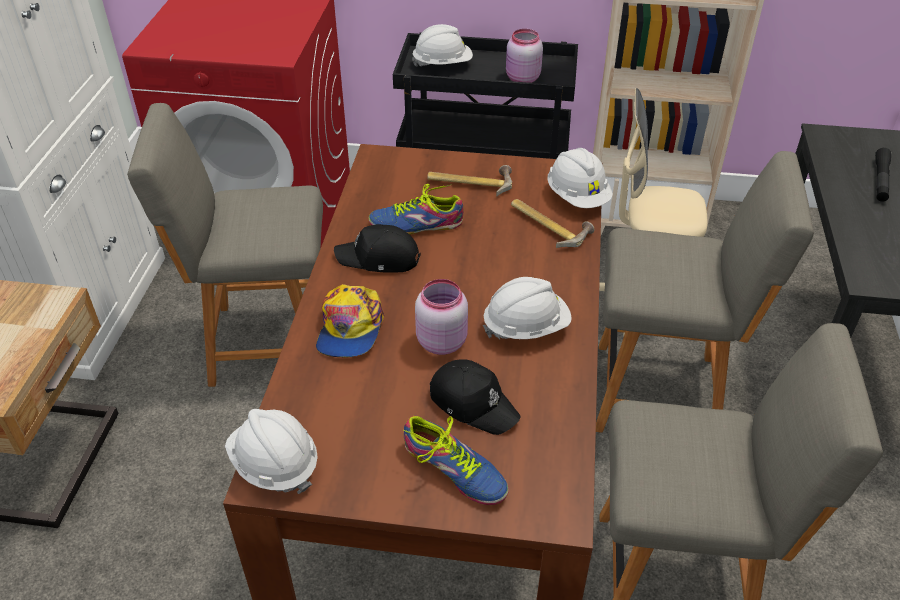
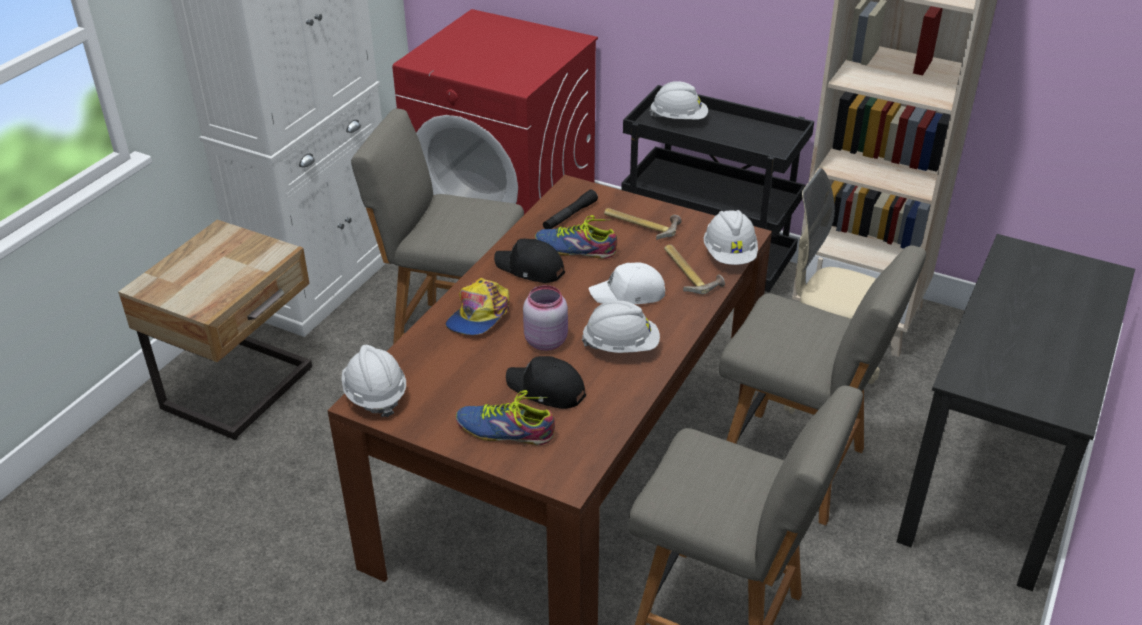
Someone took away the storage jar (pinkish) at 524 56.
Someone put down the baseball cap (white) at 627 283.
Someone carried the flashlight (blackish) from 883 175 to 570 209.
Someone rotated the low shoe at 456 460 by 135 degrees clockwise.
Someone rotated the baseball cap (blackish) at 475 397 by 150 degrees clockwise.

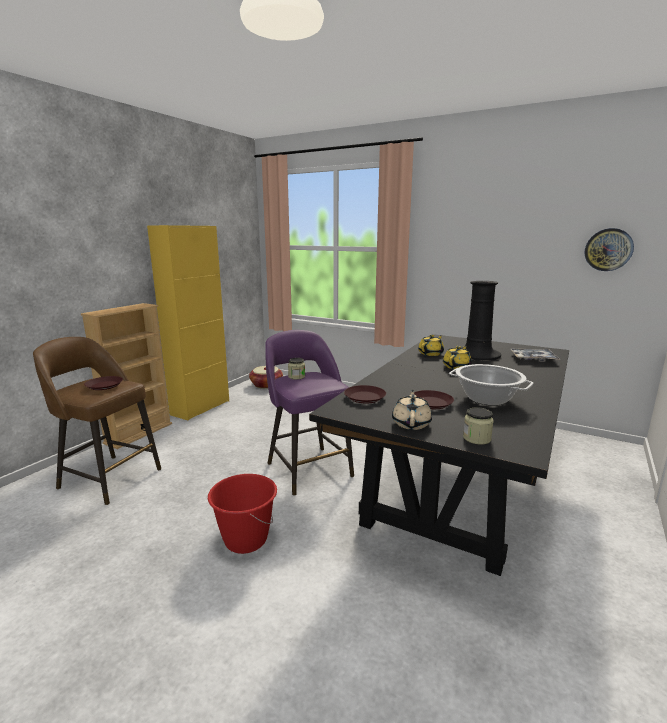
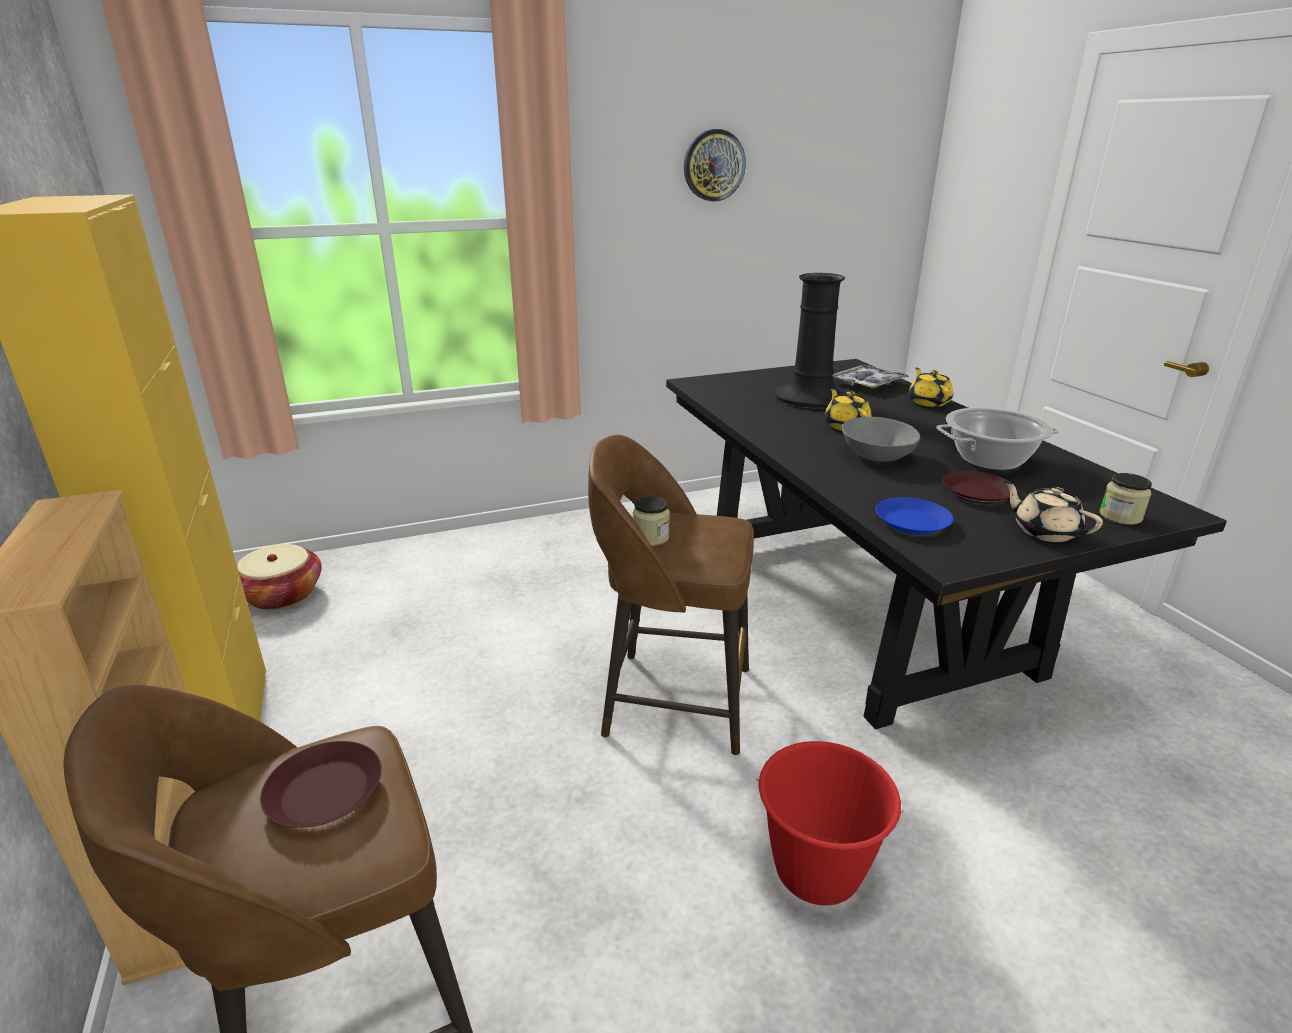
Someone put down the bowl (gray) at 881 439.
Someone carried the pot for tea (yellow) from 431 345 to 930 387.
Someone carried the wall clock from 609 249 to 715 165.
Someone repainted the sitting stool (purple) at 309 413, which became the sitting stool (brownish) at 671 595.
Someone repainted the dinner plate (brownish) at 365 394, which became the dinner plate (bluish) at 914 516.

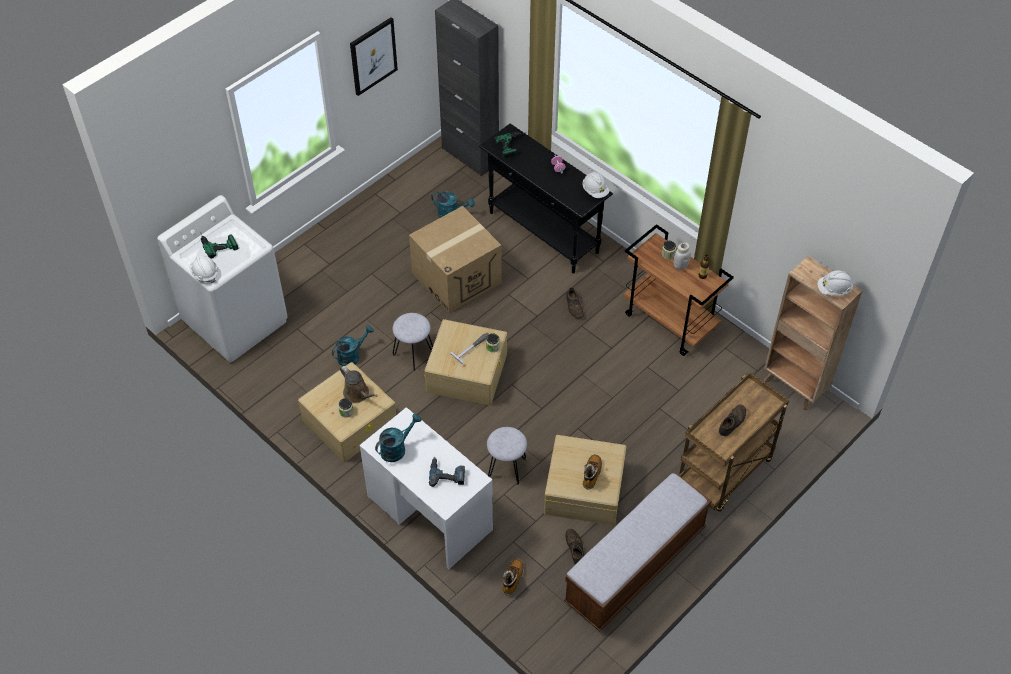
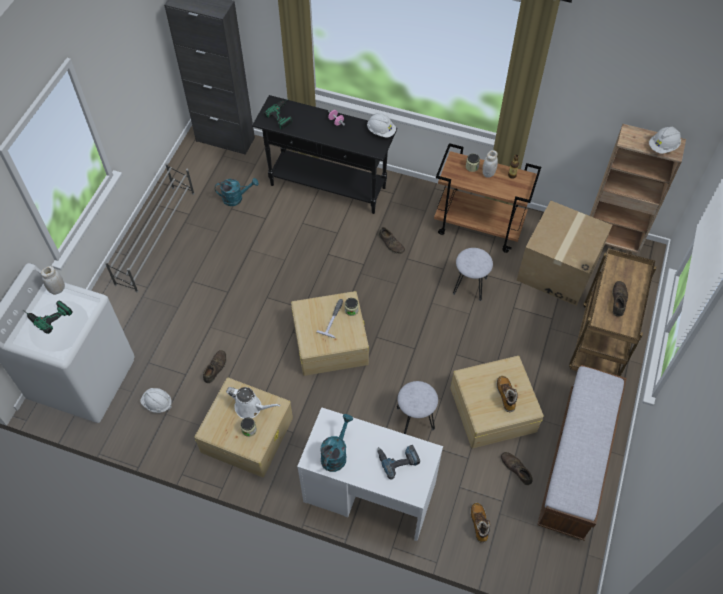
Someone took away the wall picture at 374 56.
Someone put down the storage jar (white) at 53 280.
Someone put down the shoe rack (gray) at 150 228.
Someone carried the safety helmet (white) from 203 269 to 156 400.
Someone carried the sitting stool (gray) from 413 342 to 473 274.
Someone carried the packing box from 455 259 to 564 253.
Someone swapped the sprinkling can (blue-green) at 353 345 for the low shoe (brownish) at 215 366.
Someone repainted the sprinkling can (brownish) at 359 384, which became the sprinkling can (white) at 253 403.

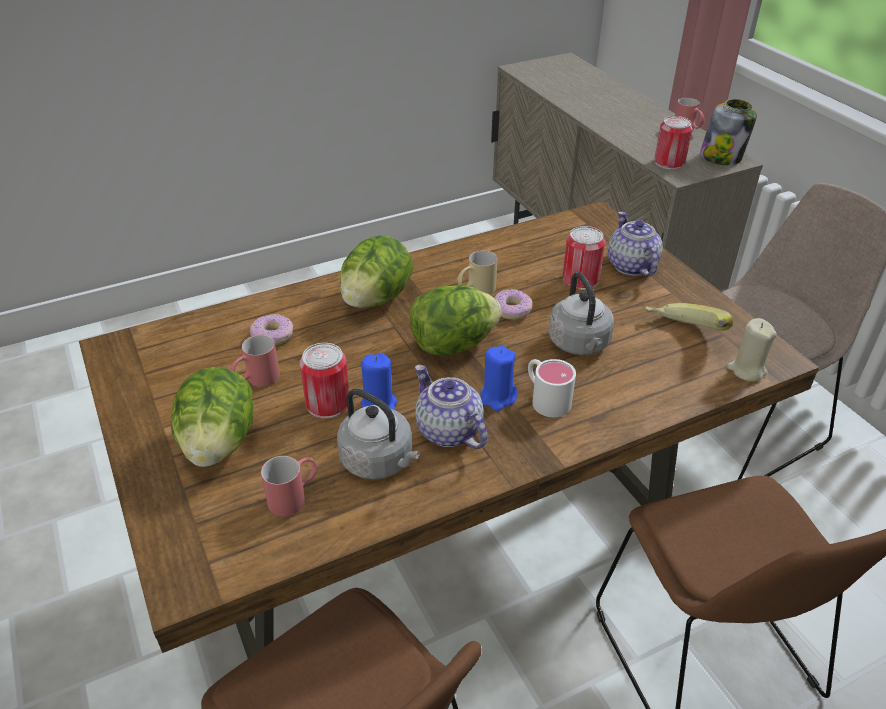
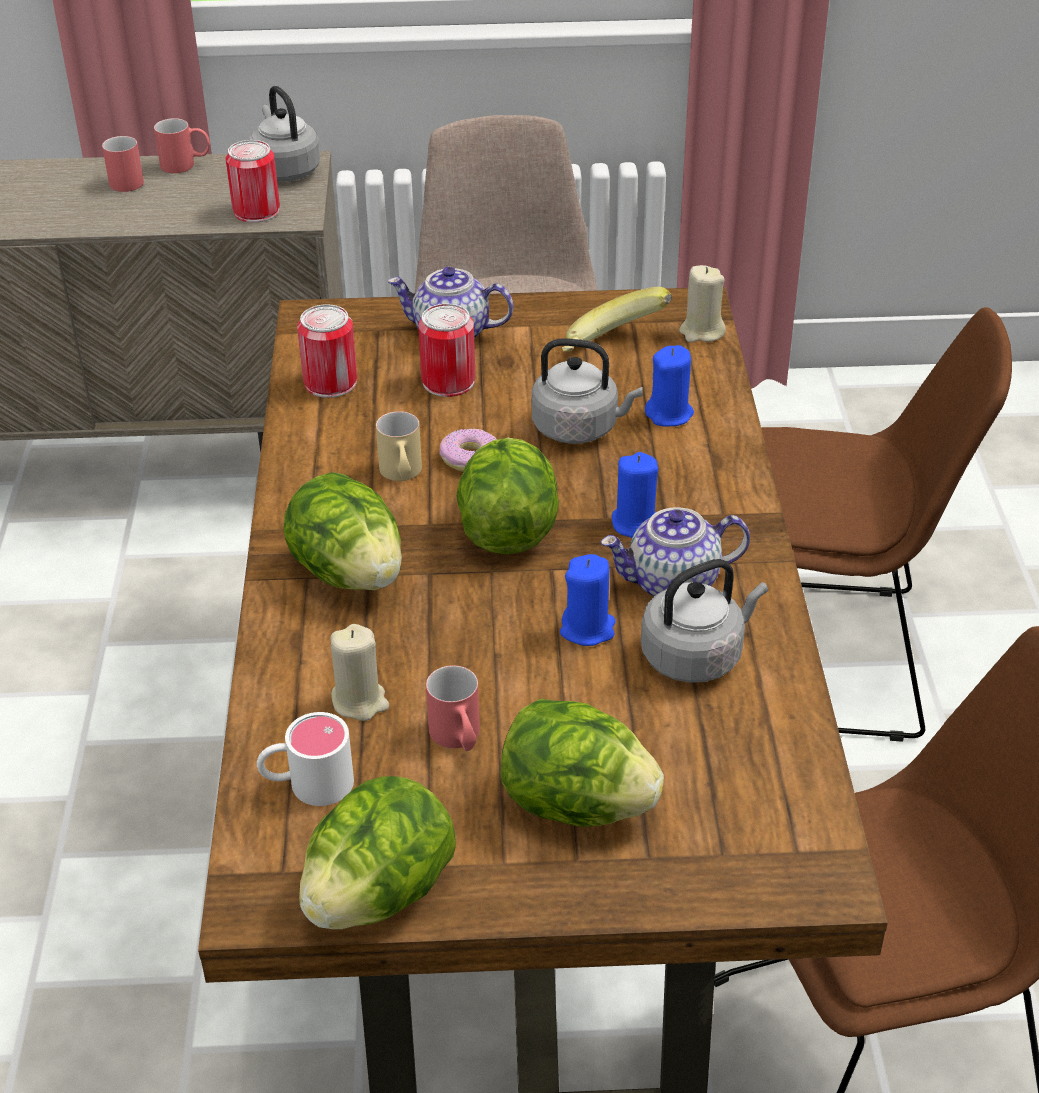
Someone put down the lettuce at 377 852.
Someone put down the wax light (bluish) at 669 385.
Someone carried the coffee mug (red-coloured) from 289 486 to 123 164.
Someone carried the sealed can from 324 381 to 327 351.
Someone carried the coffee mug (white) from 552 388 to 305 759.
Someone swapped the donut at 272 329 for the wax light (beige) at 359 672.
Someone swapped the storage jar at 728 132 for the tea kettle (gray) at 284 134.

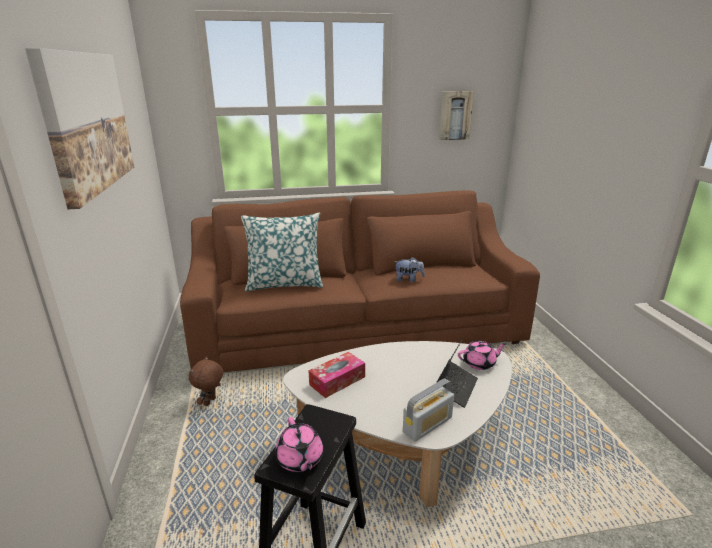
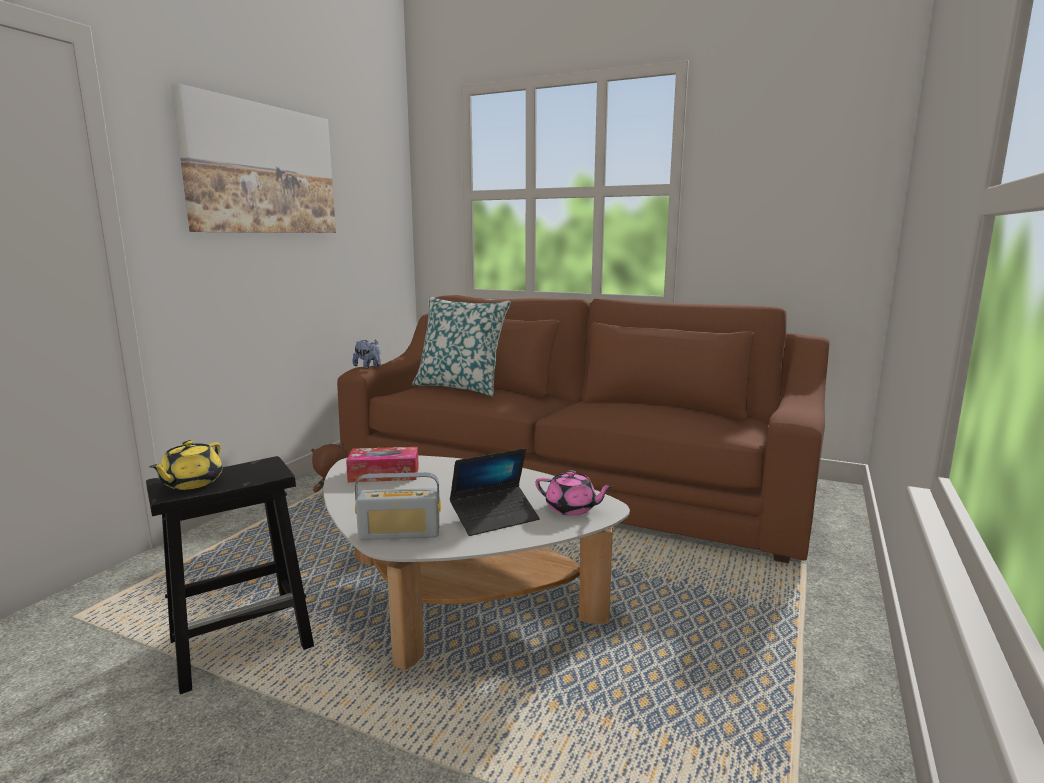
Someone took away the wall picture at 456 115.
Someone carried the cuddly toy from 409 269 to 366 354.
Someone repainted the pot for tea (pinkish) at 299 444, which became the pot for tea (yellow) at 186 465.

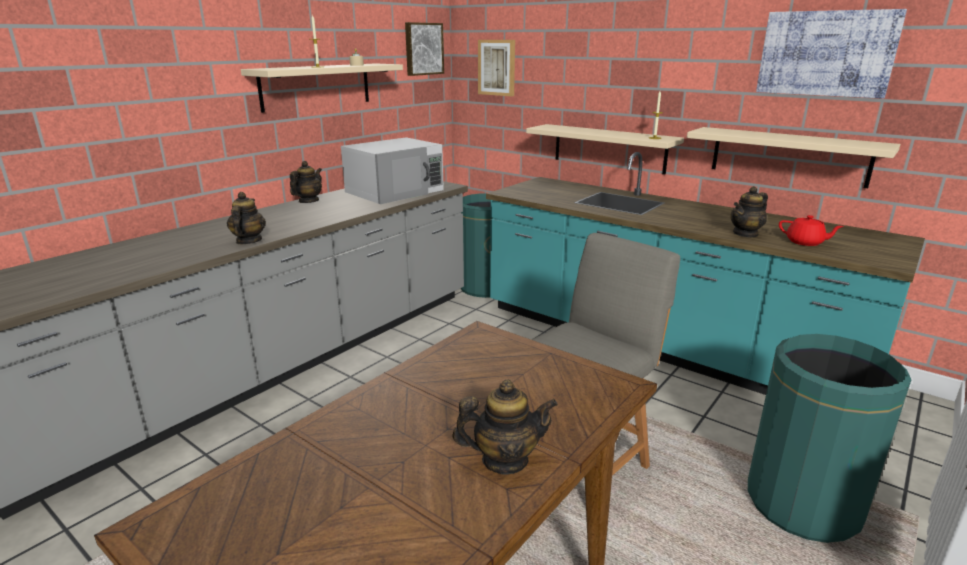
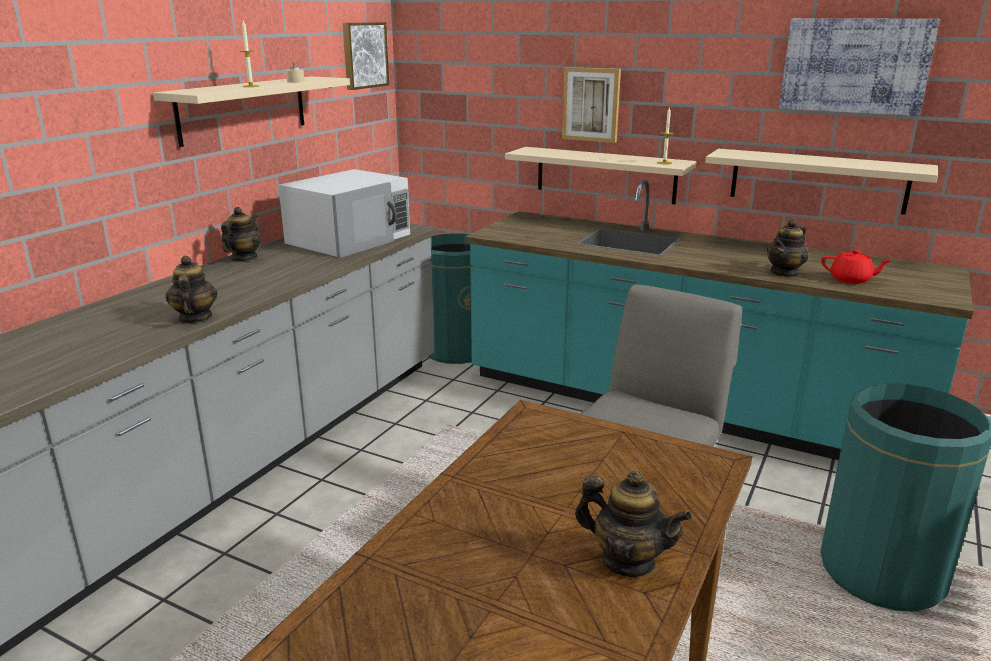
Someone carried the wall picture from 496 68 to 591 105.
Someone rotated the pot for tea at 505 427 by 45 degrees clockwise.

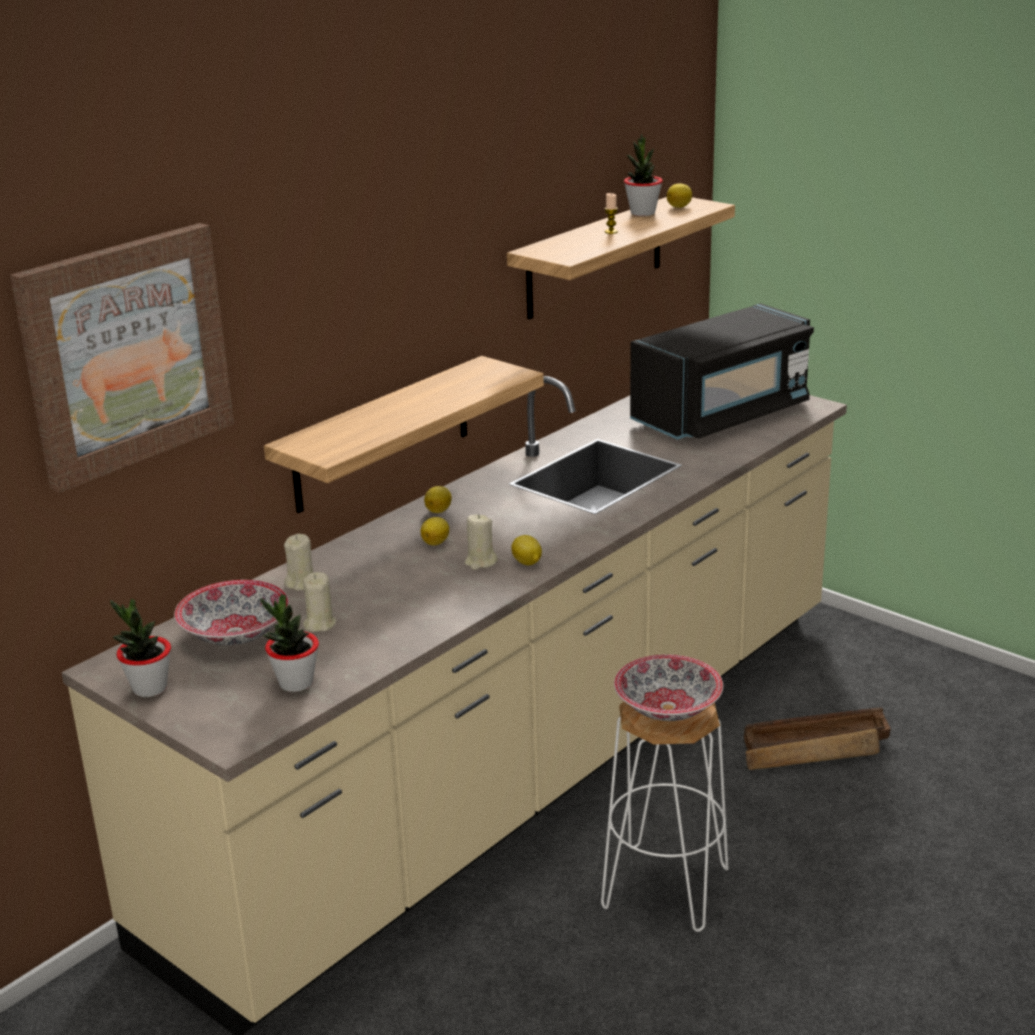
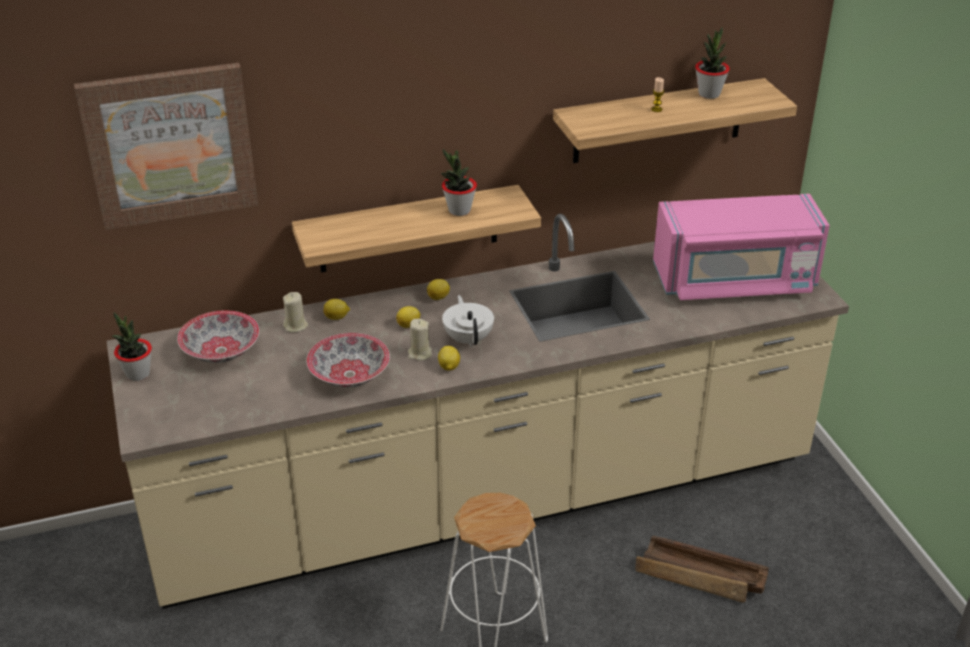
Someone took away the wax light (beige) at 319 602.
Someone put down the pot for tea (white) at 468 321.
Someone carried the potted plant from 289 643 to 459 182.
Someone carried the bowl from 668 688 to 348 360.
Someone carried the lemon from 679 195 to 336 309.
Someone repainted the microwave (blackish) at 722 371, which became the microwave (pinkish) at 741 247.

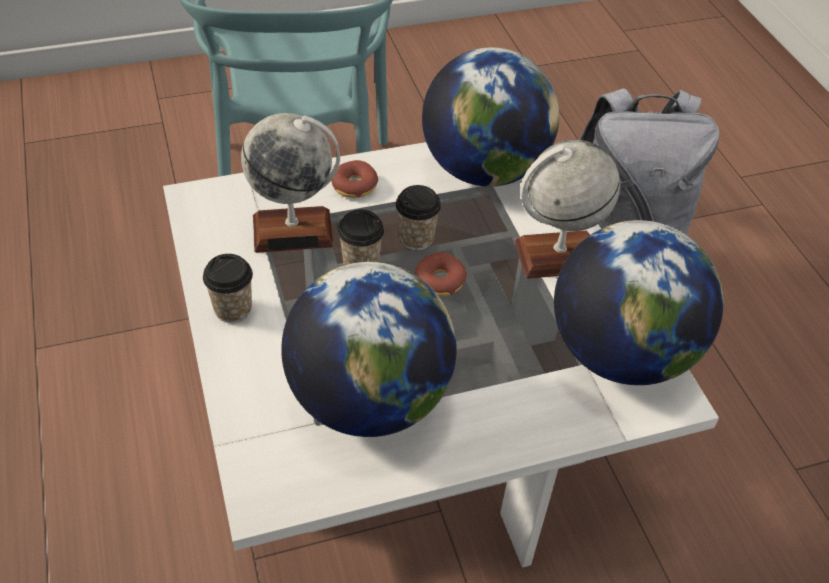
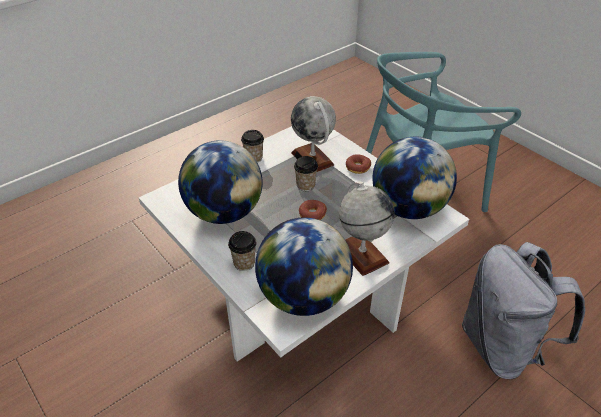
Someone carried the drinking cup from 418 217 to 242 251.

